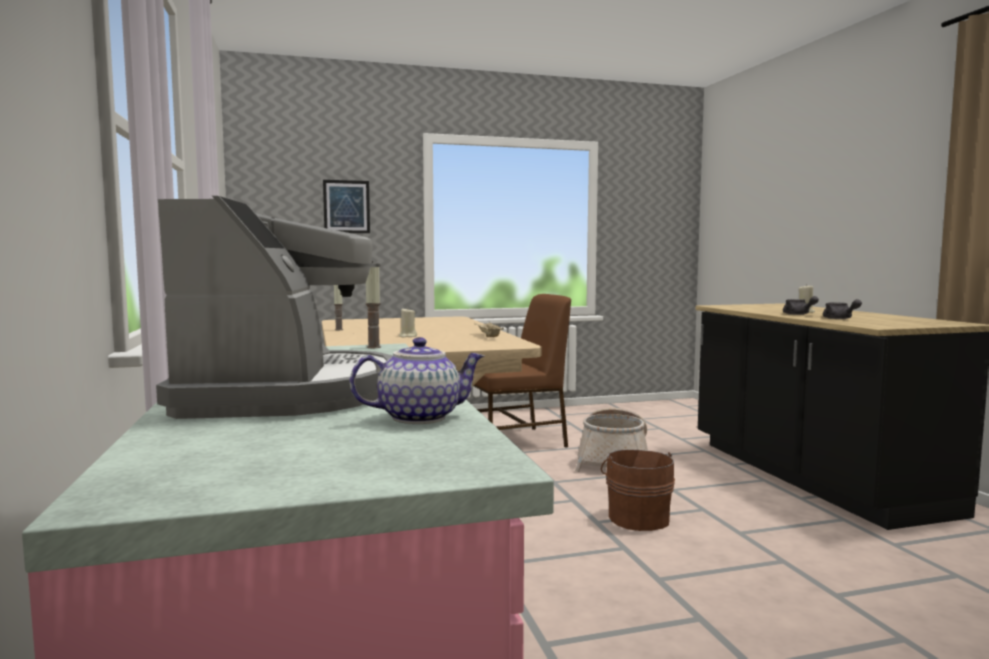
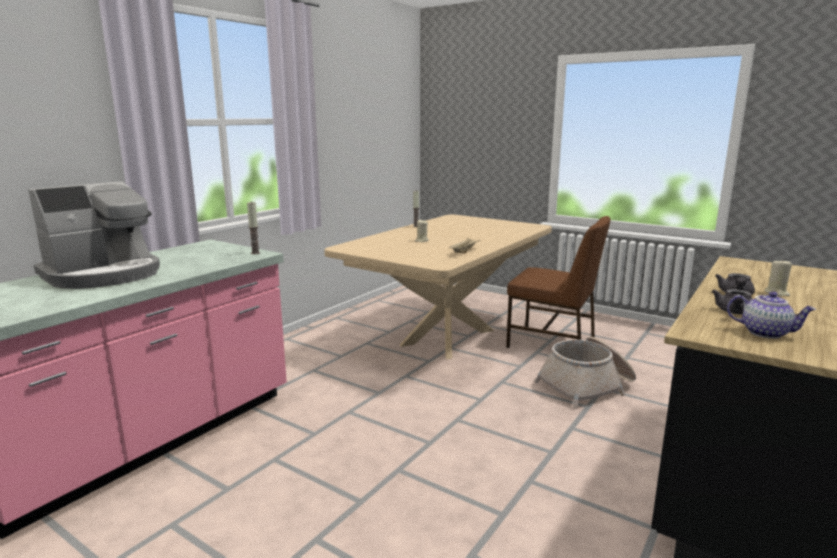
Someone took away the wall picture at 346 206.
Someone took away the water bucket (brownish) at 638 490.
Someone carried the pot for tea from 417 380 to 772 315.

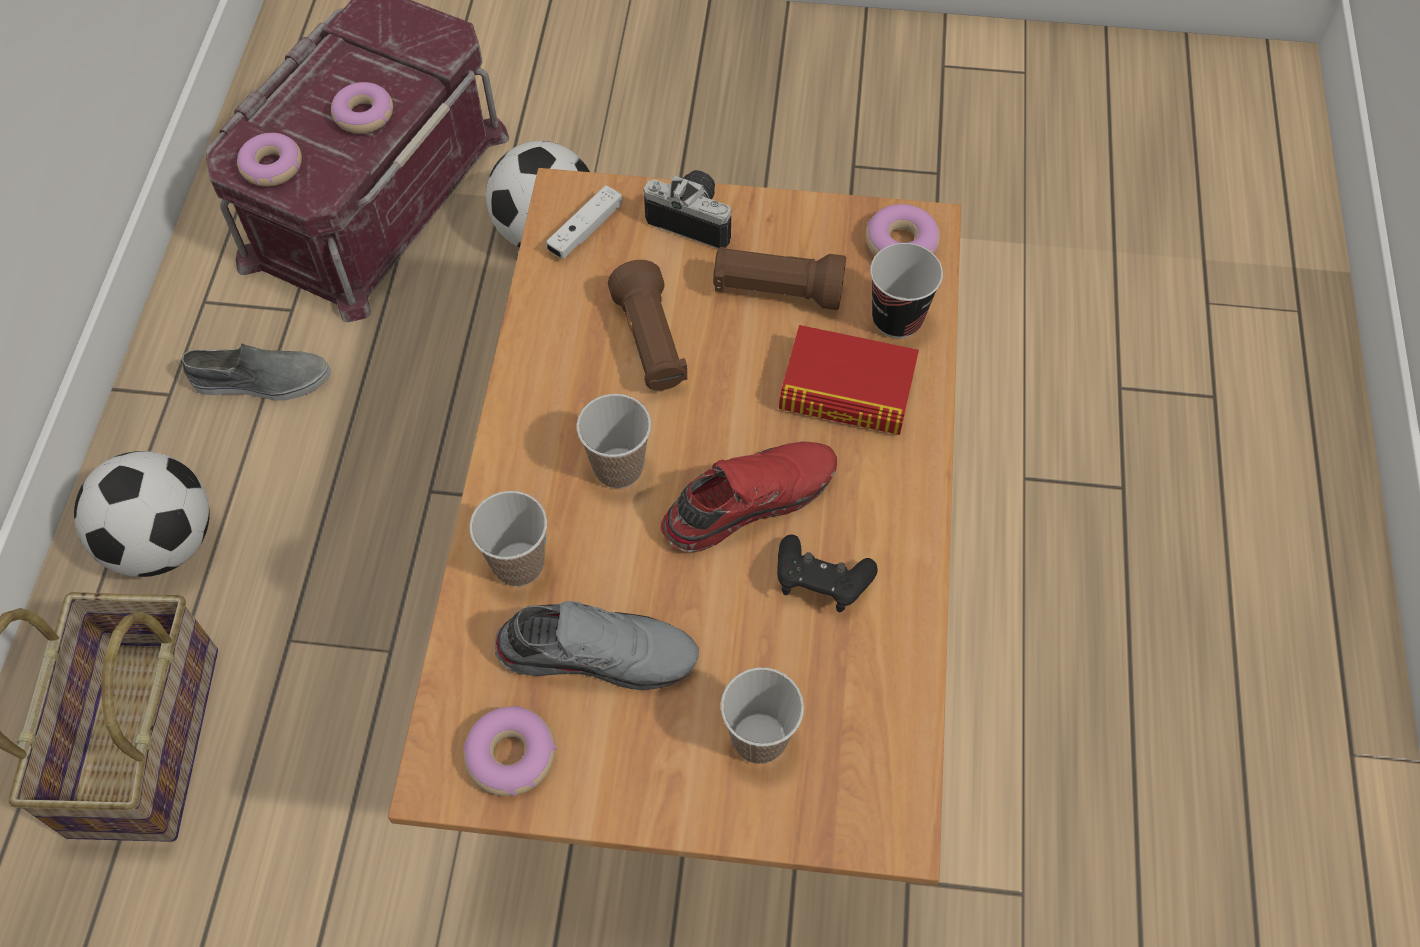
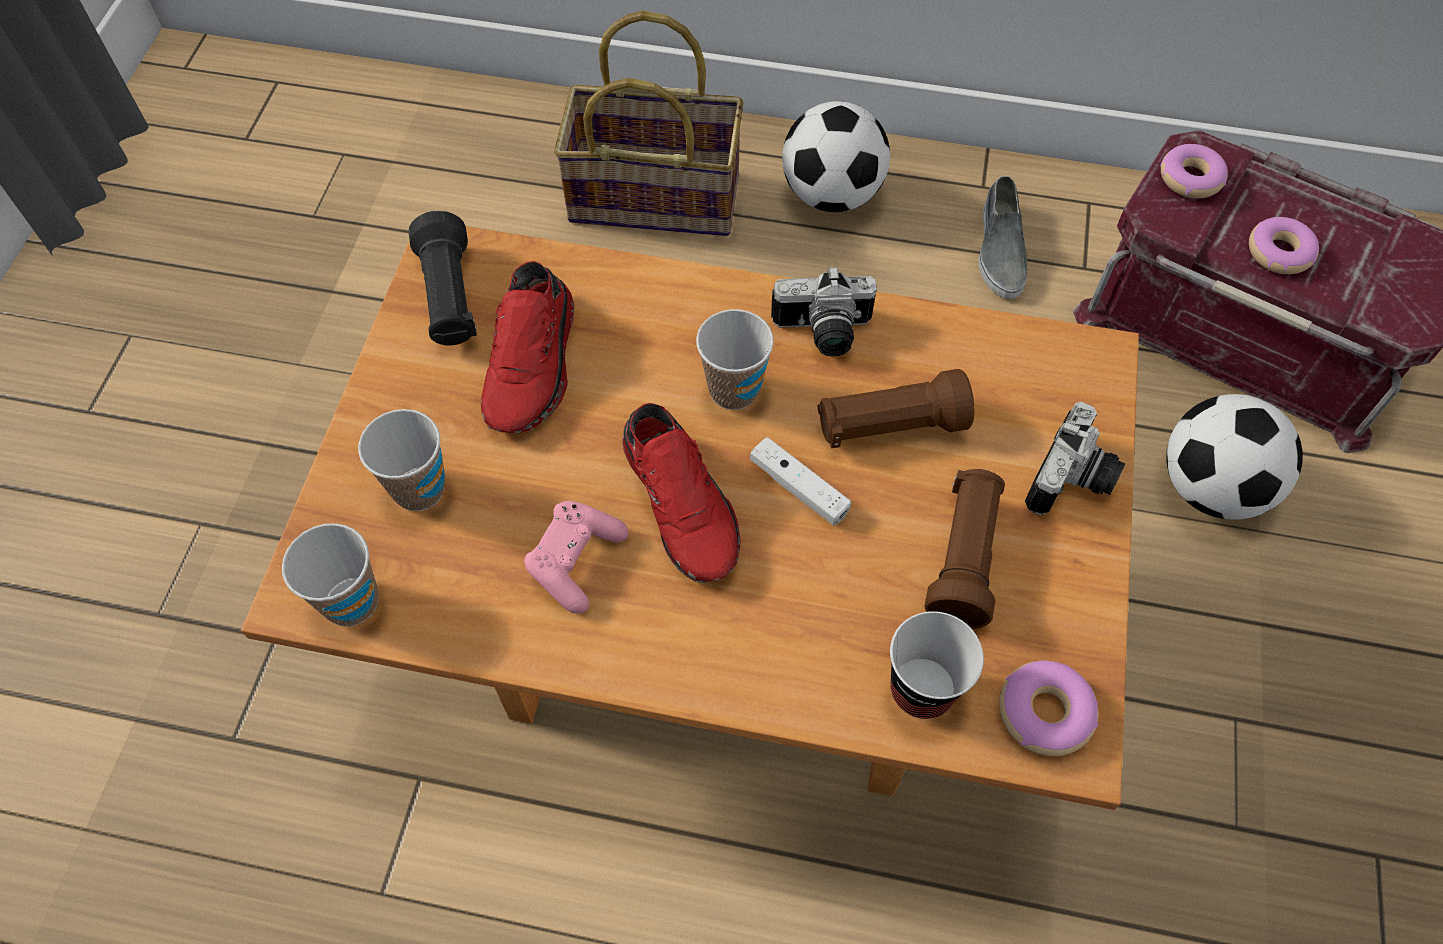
Someone took away the volume at 849 380.
Someone put down the photo camera at 824 312.
Someone carried the drinking cup from 508 538 to 330 574.
Someone carried the joypad (white) from 584 222 to 800 481.
Someone swapped the donut at 510 751 for the flashlight (blackish) at 442 278.
Someone repainted the low shoe (gray) at 597 645, which became the low shoe (red-coloured) at 527 347.
Someone repainted the joypad (blackish) at 827 573, which became the joypad (pinkish) at 576 557.

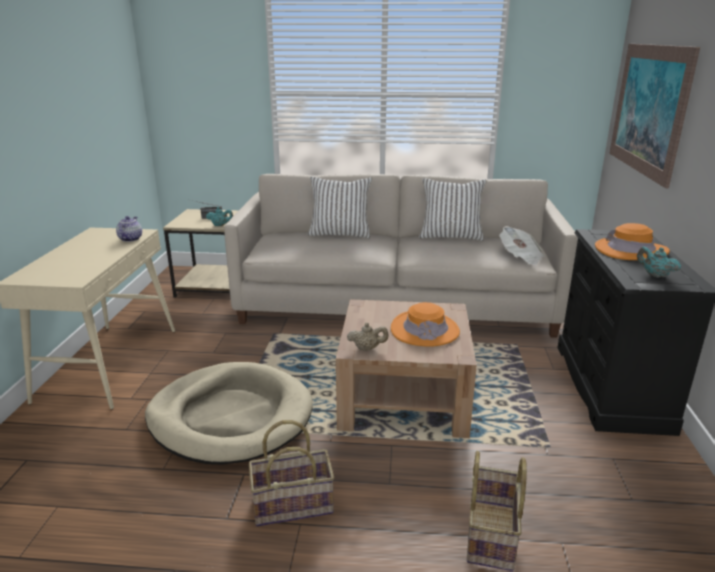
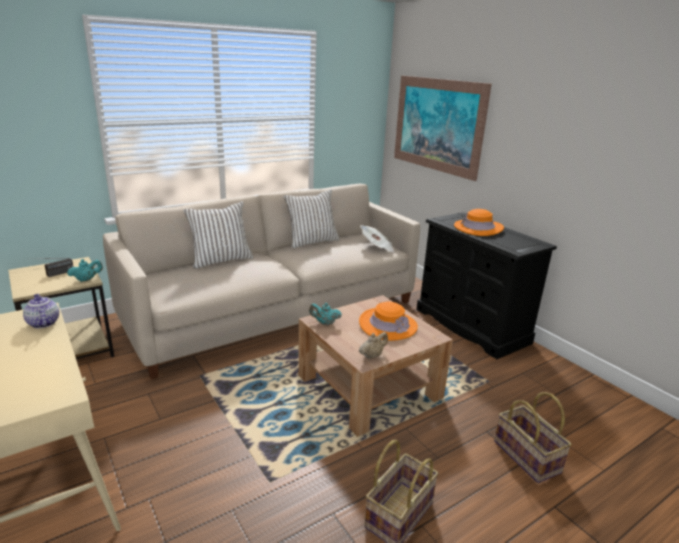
Someone took away the pet bed (beige) at 229 413.
Someone carried the pot for tea (blue-green) from 659 262 to 325 314.

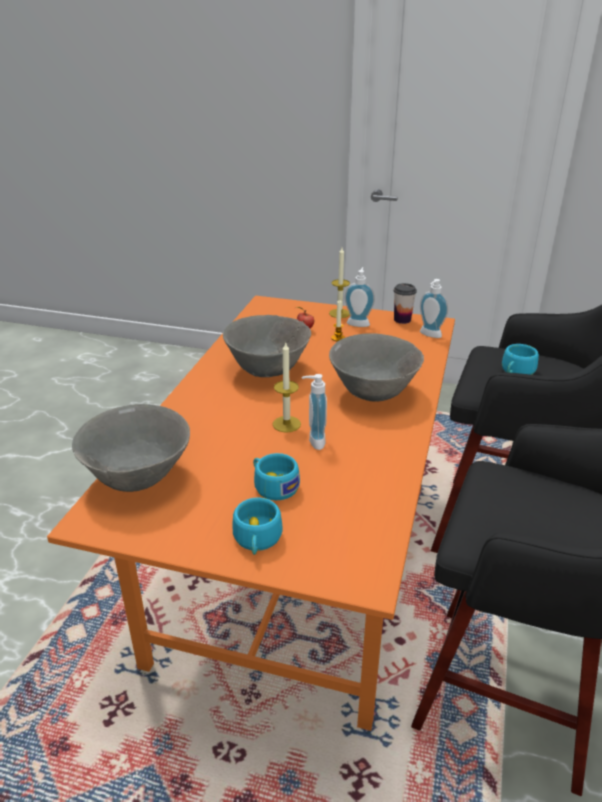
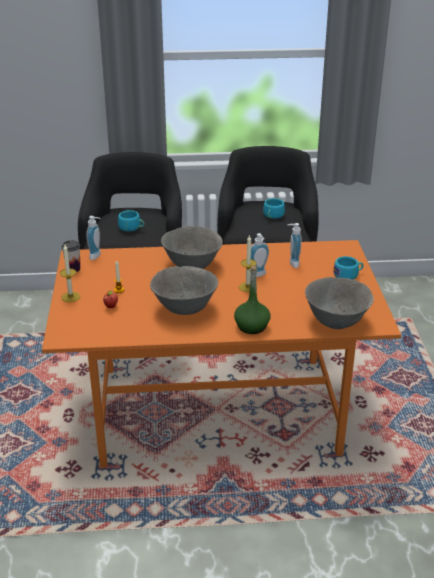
Someone put down the drink bottle (green) at 252 300.
Someone carried the drinking cup (blue-green) from 276 476 to 274 208.
Someone carried the soap bottle from 360 297 to 294 245.

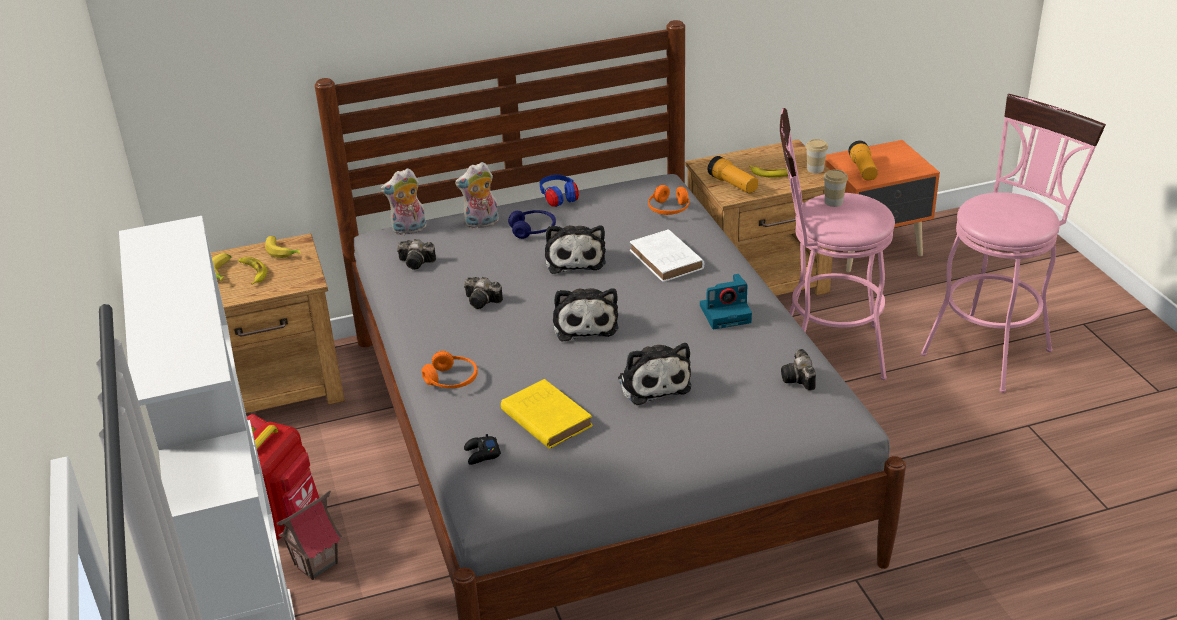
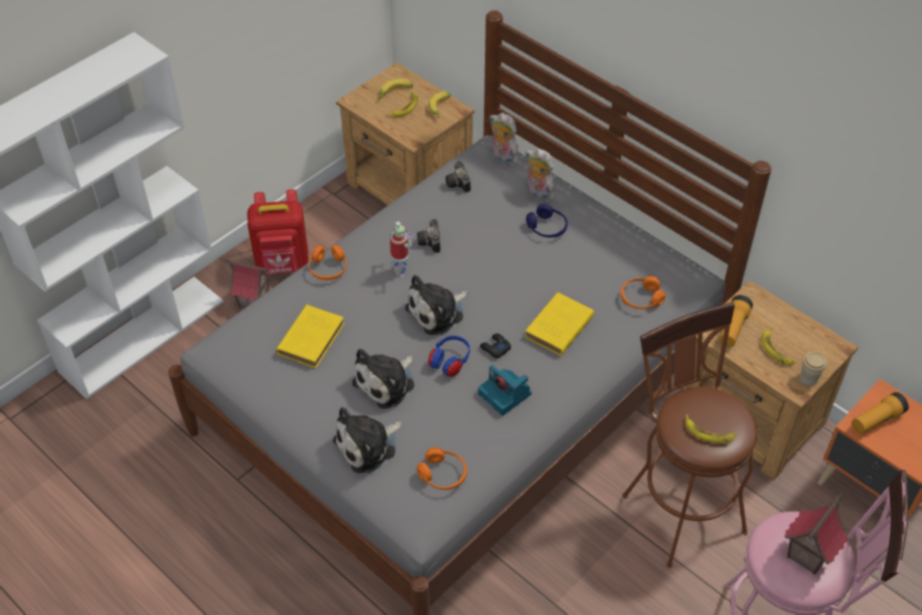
Someone took away the drinking cup at 835 188.
Someone put down the toy robot at 401 249.
Someone put down the whole banana at 711 429.
Someone put down the toy house at 816 534.
Someone carried the joypad (blackish) from 482 449 to 495 345.
Someone carried the headset (bluish) from 559 191 to 449 356.
Someone carried the cuddly toy from 575 249 to 367 440.
Someone swapped the photo camera at 798 370 for the headset (orange-coloured) at 442 468.
Someone repainted the volume (white) at 667 255, which became the volume (yellow) at 559 324.
Someone repainted the sitting stool (pinkish) at 837 244, which became the sitting stool (brownish) at 690 435.

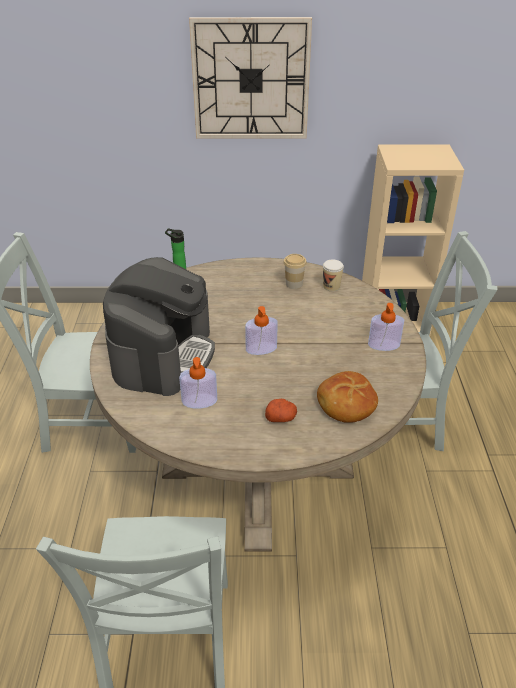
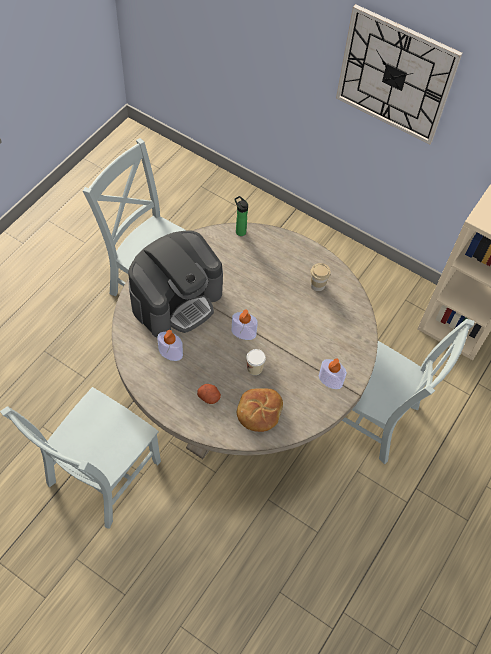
Someone carried the drinking cup from 333 275 to 256 362.

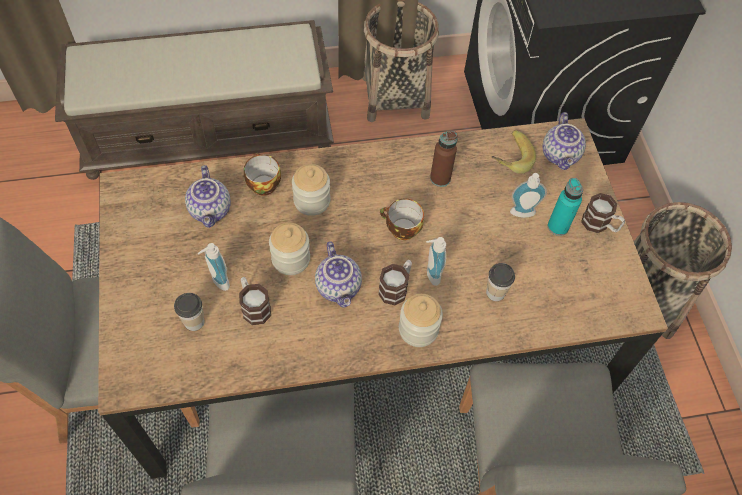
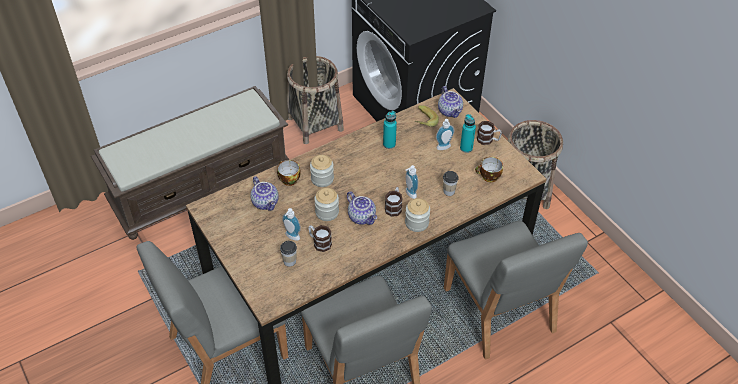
Someone carried the drinking cup from 402 219 to 489 169.
Someone repainted the drink bottle (brownish) at 444 159, which became the drink bottle (blue-green) at 390 130.

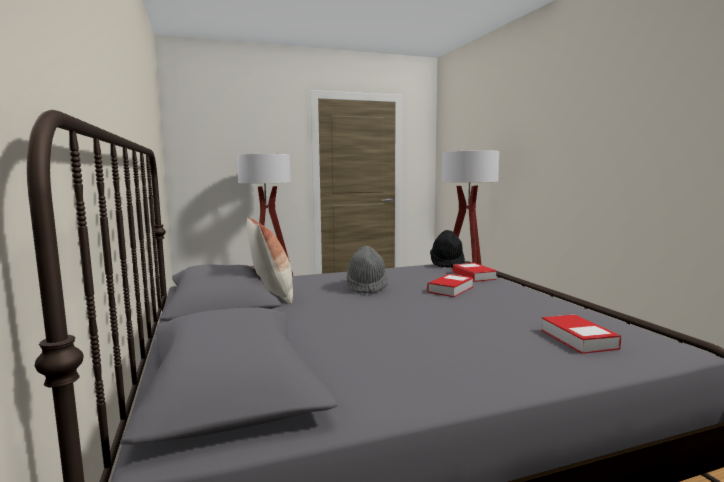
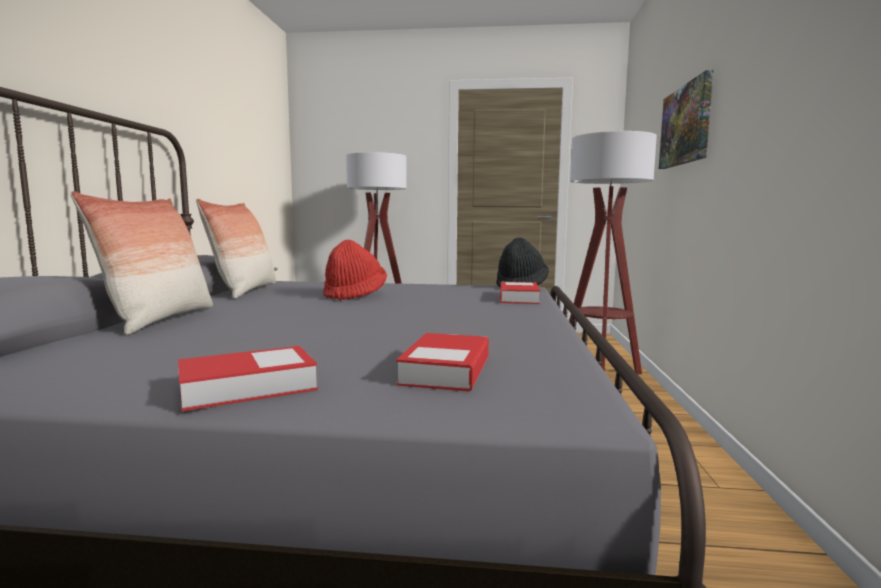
Someone put down the cushion at 141 263.
Someone put up the wall picture at 686 119.
Someone carried the volume from 450 285 to 248 378.
Someone repainted the clothing hat (gray) at 367 270, which became the clothing hat (red-coloured) at 355 270.

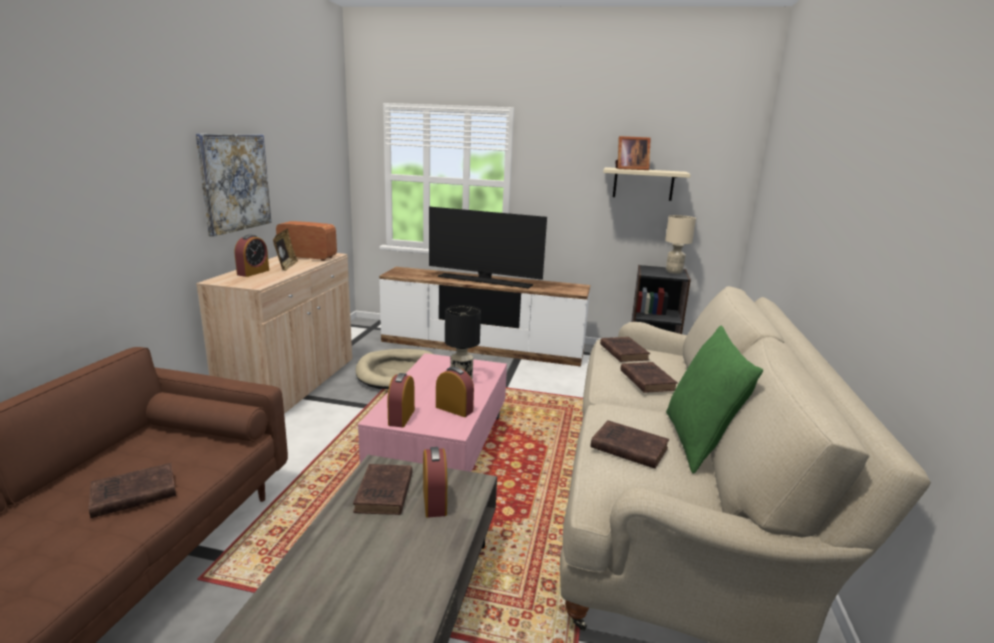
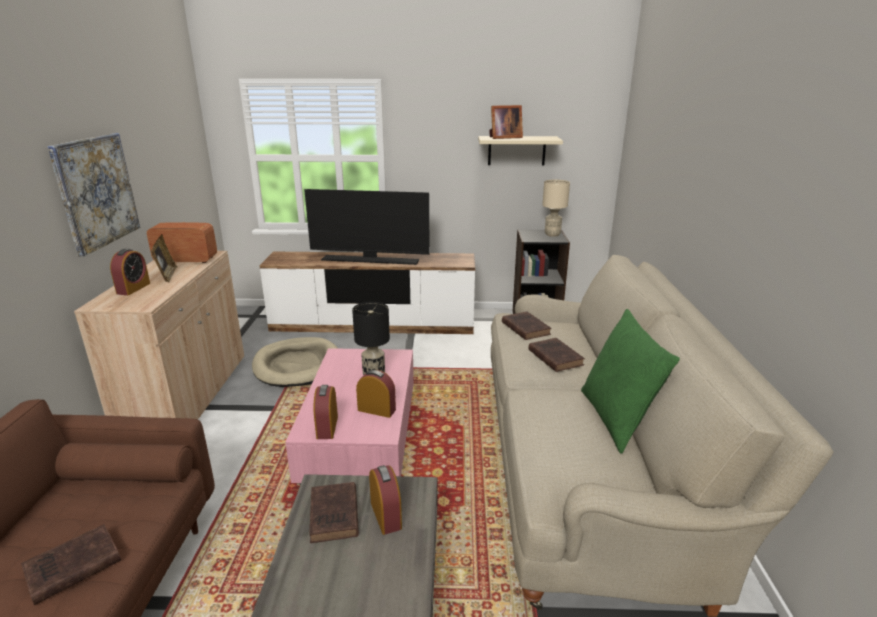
Someone took away the volume (brownish) at 630 444.

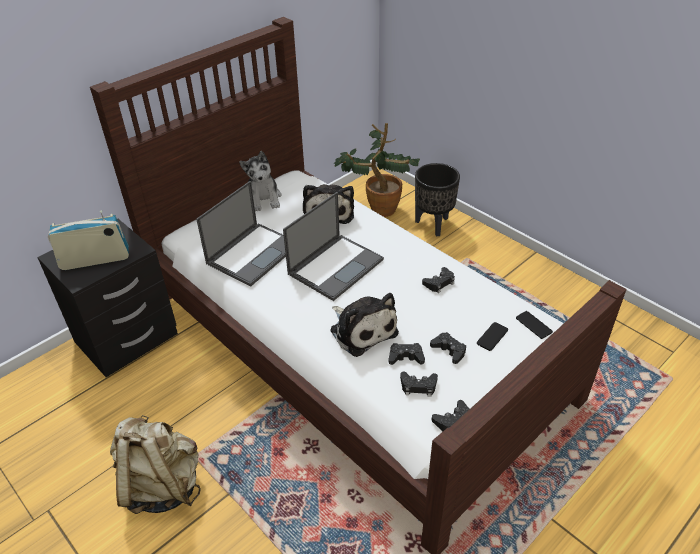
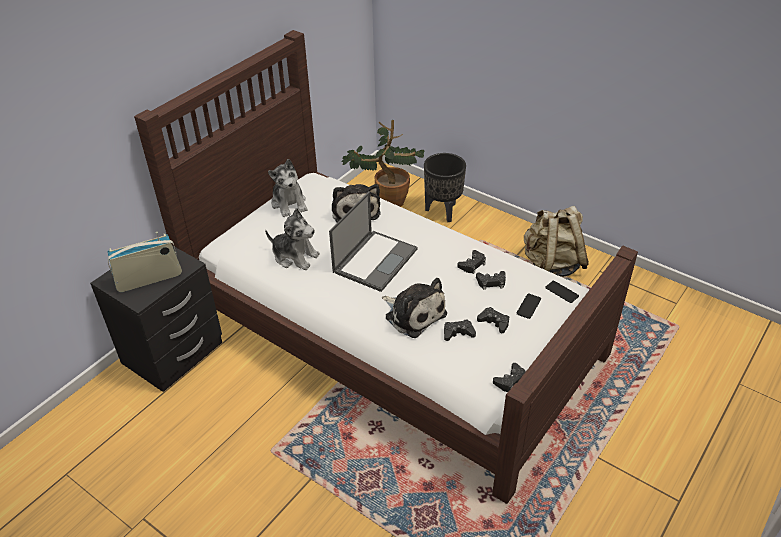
Someone carried the rucksack (beige) from 155 464 to 556 241.
Someone carried the joypad (blackish) from 419 384 to 491 280.
Someone swapped the portable computer at 241 234 for the cuddly toy at 292 239.

